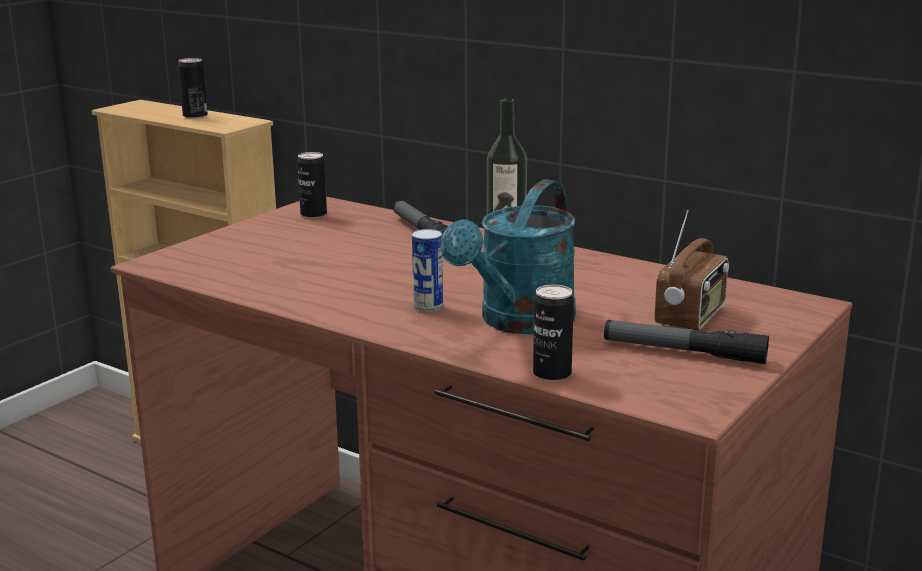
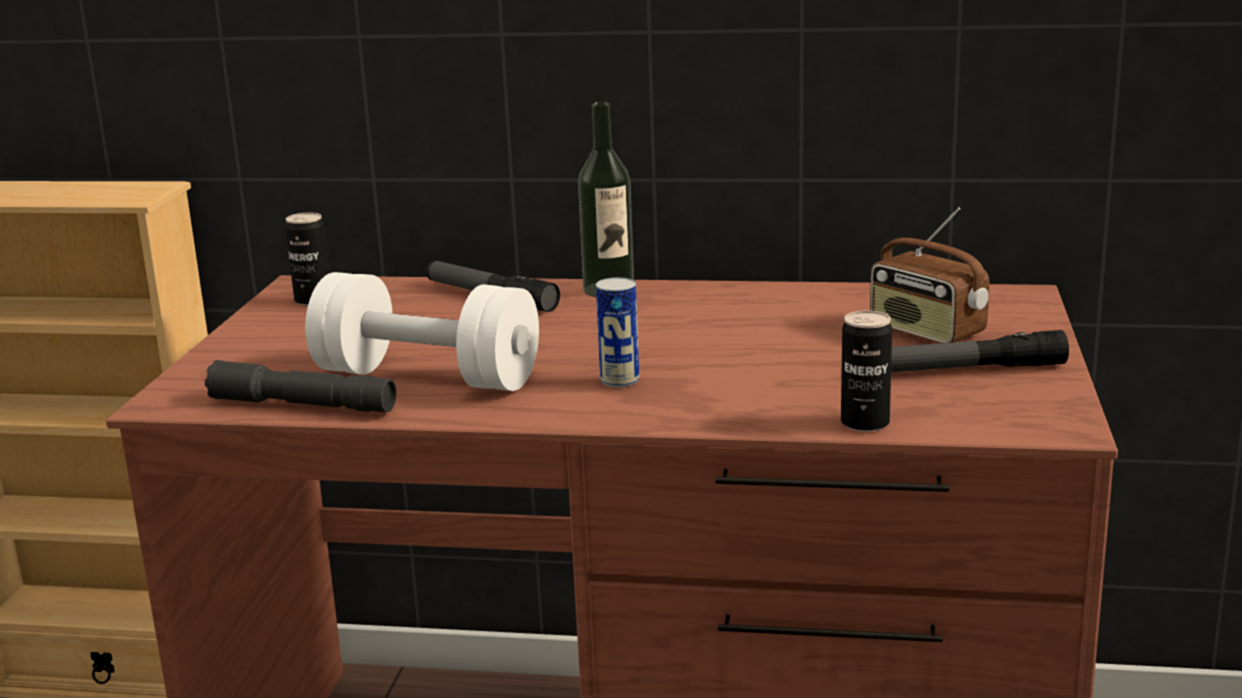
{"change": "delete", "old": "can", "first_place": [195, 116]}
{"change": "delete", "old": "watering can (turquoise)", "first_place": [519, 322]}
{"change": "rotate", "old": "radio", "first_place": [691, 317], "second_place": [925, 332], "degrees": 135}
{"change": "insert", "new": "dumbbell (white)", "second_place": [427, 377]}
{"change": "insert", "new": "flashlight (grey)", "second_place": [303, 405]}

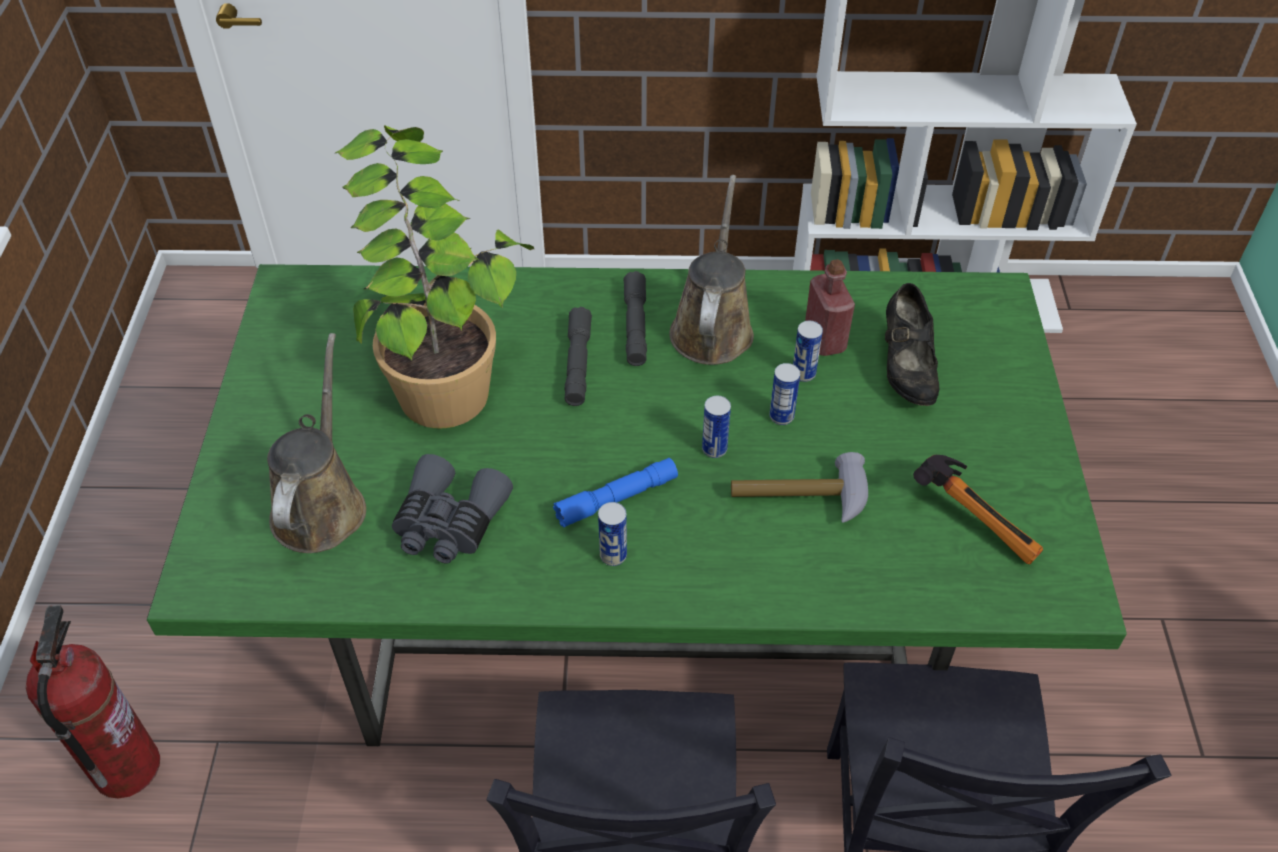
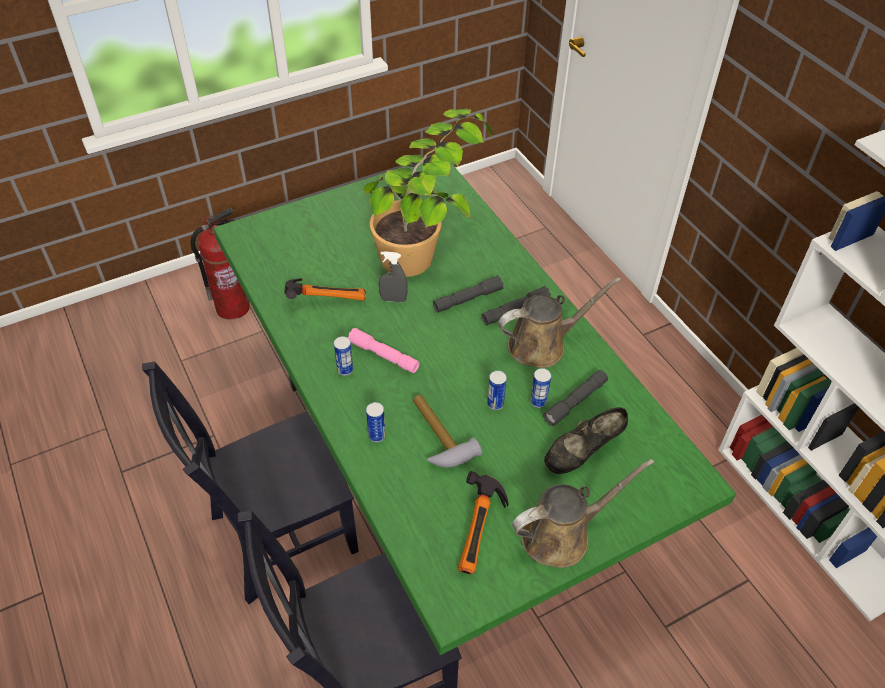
{"change": "replace", "old": "bottle (red)", "new": "flashlight (grey)", "first_place": [824, 340], "second_place": [575, 402]}
{"change": "move", "old": "watering can (brown)", "first_place": [321, 505], "second_place": [562, 534]}
{"change": "move", "old": "can", "first_place": [714, 449], "second_place": [377, 436]}
{"change": "replace", "old": "binoculars (grey)", "new": "hammer", "first_place": [449, 523], "second_place": [326, 298]}
{"change": "recolor", "old": "flashlight (blue)", "new": "flashlight (pink)", "first_place": [616, 499], "second_place": [383, 355]}
{"change": "insert", "new": "spray bottle (grey)", "second_place": [393, 299]}

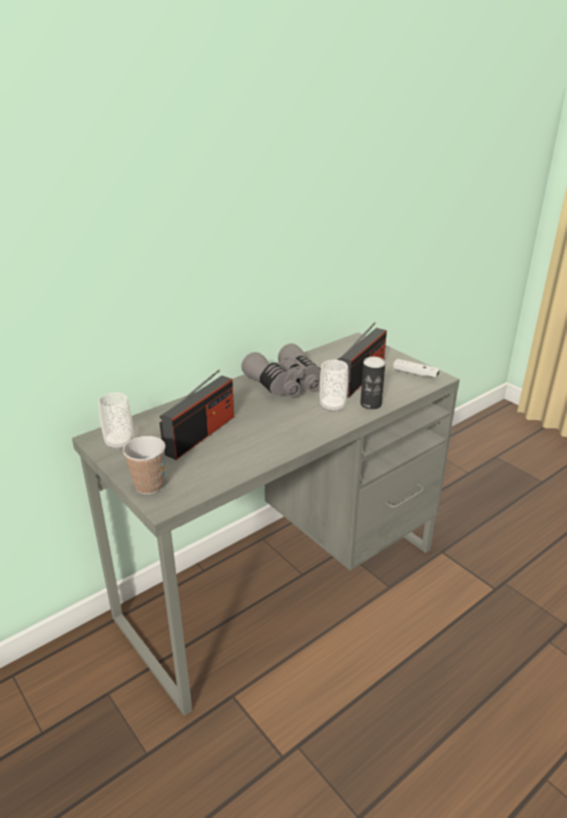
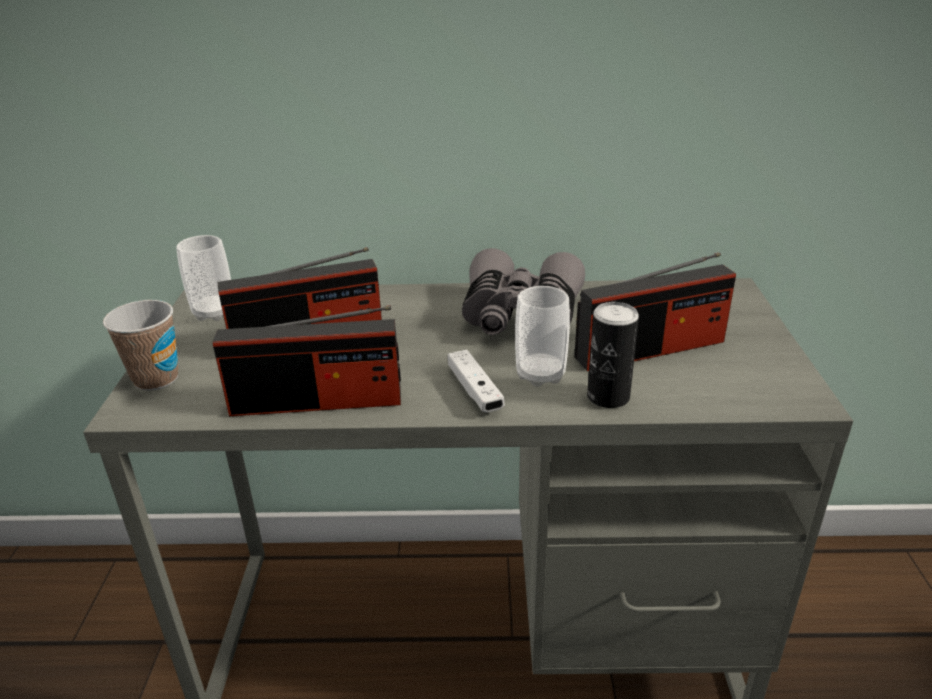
{"change": "move", "old": "game controller (white)", "first_place": [415, 373], "second_place": [474, 391]}
{"change": "insert", "new": "radio", "second_place": [317, 401]}

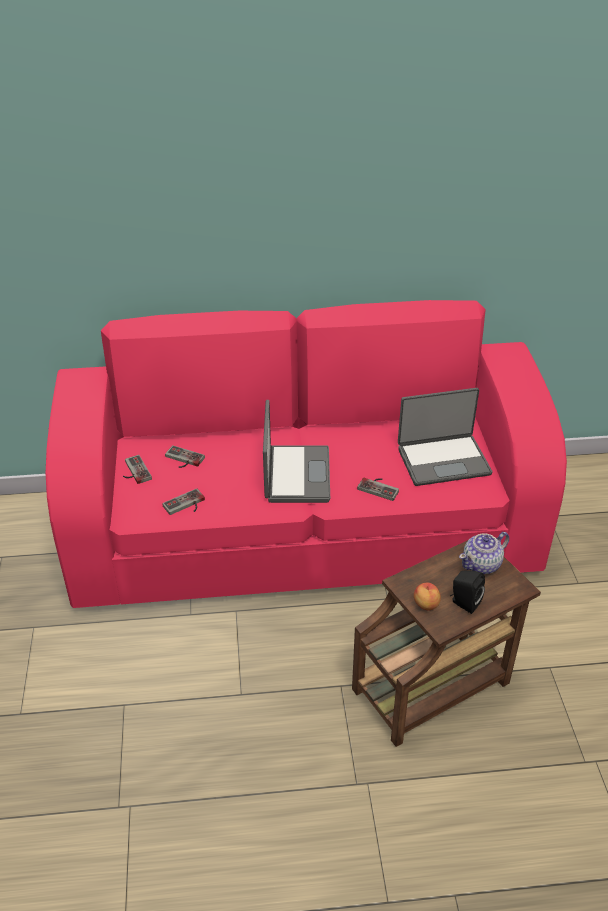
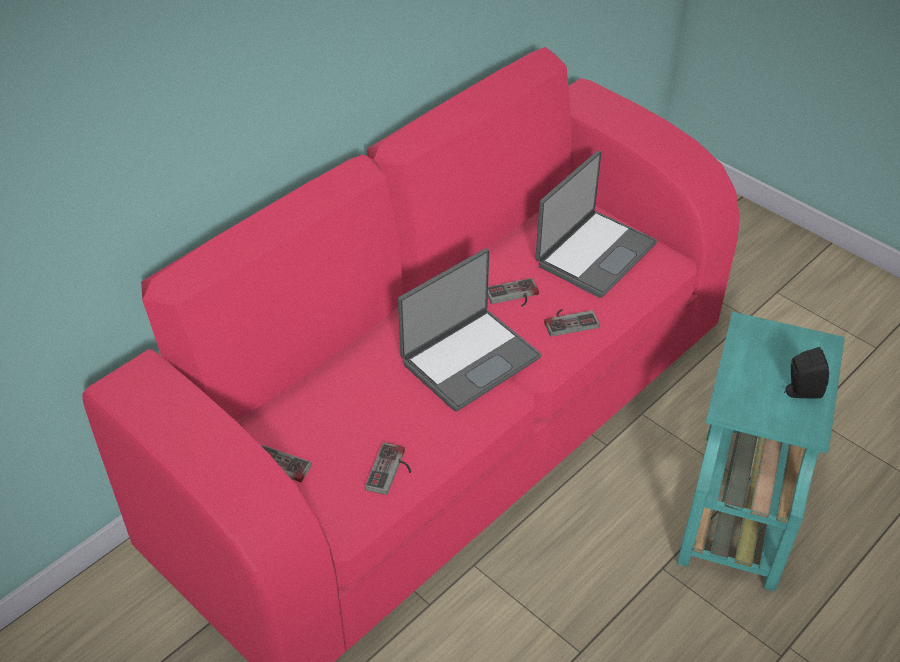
{"change": "rotate", "old": "laptop", "first_place": [295, 475], "second_place": [469, 359], "degrees": 90}
{"change": "move", "old": "game controller", "first_place": [182, 460], "second_place": [513, 296]}
{"change": "delete", "old": "teapot", "first_place": [482, 564]}
{"change": "recolor", "old": "side table (brown)", "new": "side table (turquoise)", "first_place": [434, 685], "second_place": [740, 503]}
{"change": "delete", "old": "apple", "first_place": [425, 605]}

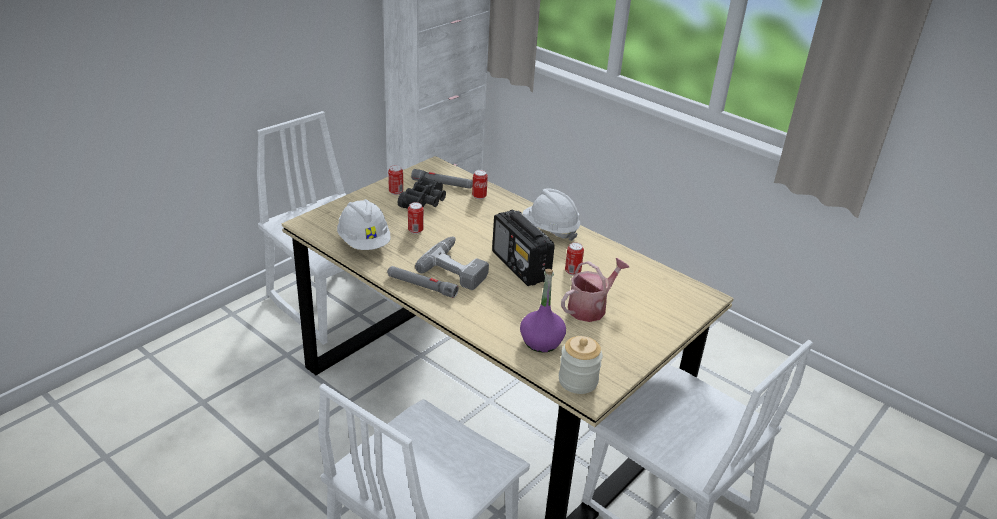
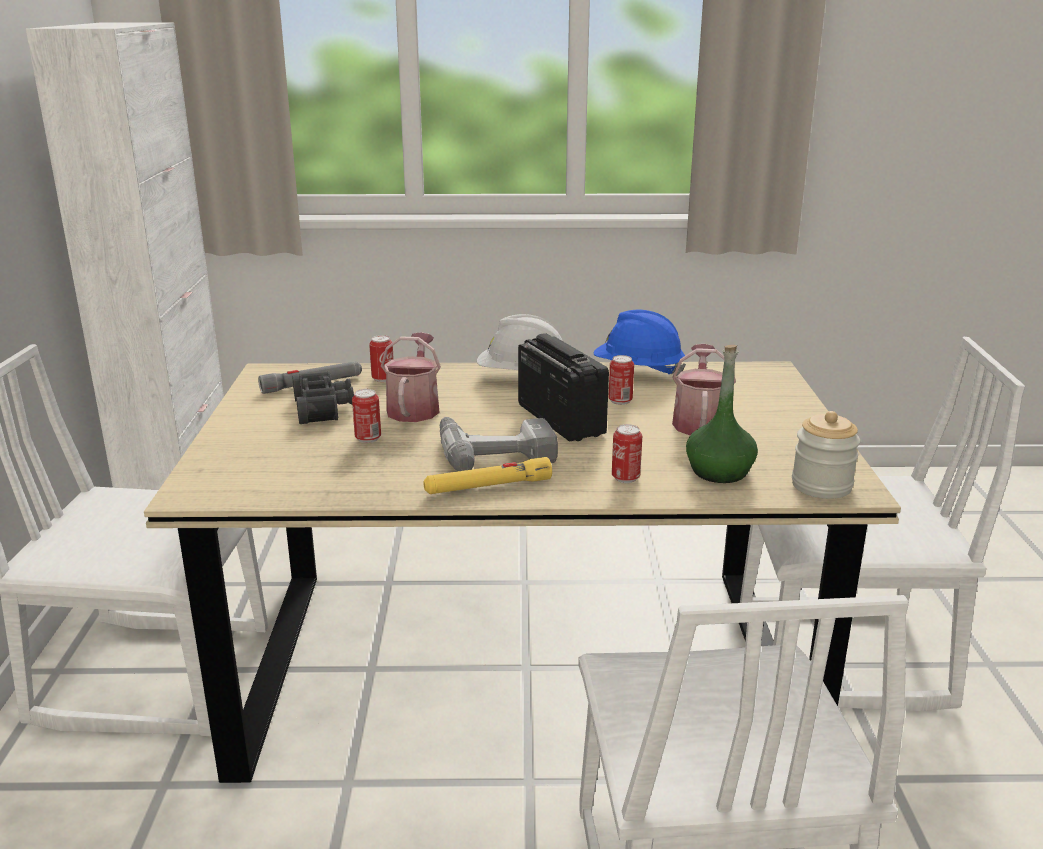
{"change": "move", "old": "can", "first_place": [396, 192], "second_place": [625, 478]}
{"change": "delete", "old": "hard hat (white)", "first_place": [364, 242]}
{"change": "rotate", "old": "radio", "first_place": [521, 266], "second_place": [560, 419], "degrees": -135}
{"change": "recolor", "old": "flashlight (grey)", "new": "flashlight (yellow)", "first_place": [421, 286], "second_place": [488, 486]}
{"change": "recolor", "old": "bottle (purple)", "new": "bottle (green)", "first_place": [541, 341], "second_place": [719, 472]}
{"change": "insert", "new": "hard hat (blue)", "second_place": [638, 371]}
{"change": "insert", "new": "watering can", "second_place": [414, 407]}

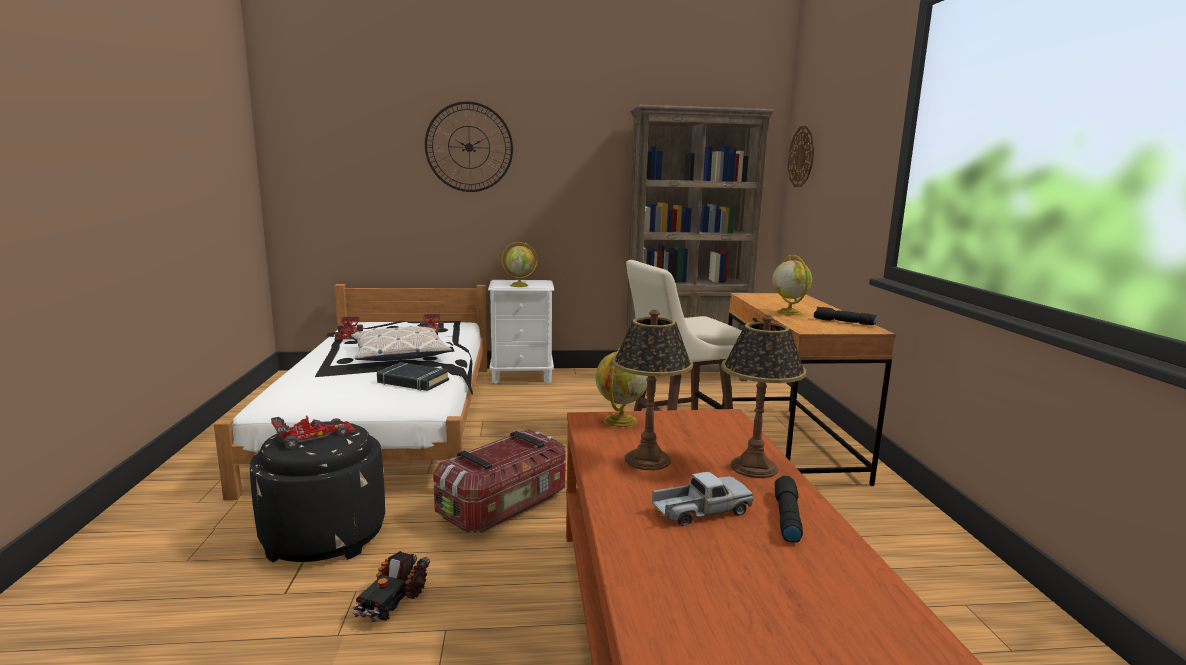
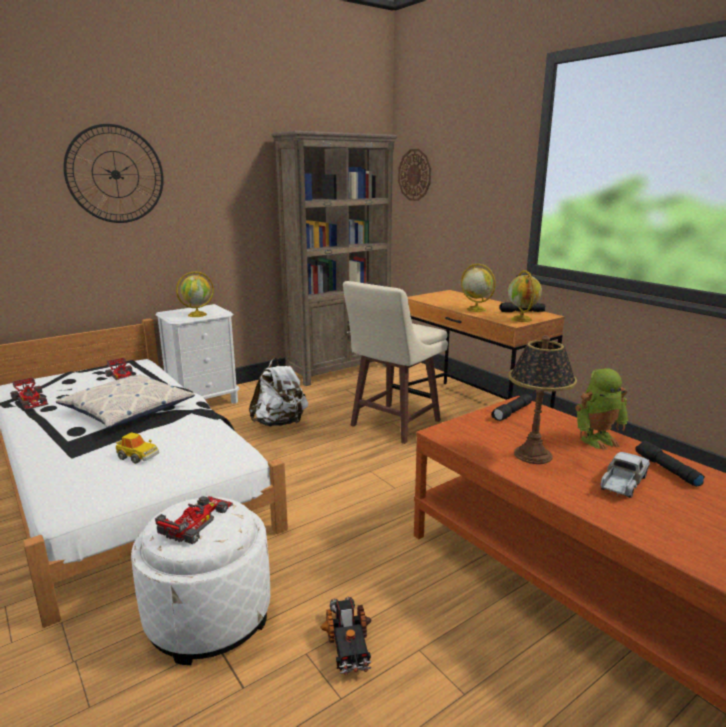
{"change": "replace", "old": "table lamp", "new": "toy robot", "first_place": [754, 467], "second_place": [597, 439]}
{"change": "move", "old": "globe", "first_place": [620, 421], "second_place": [522, 319]}
{"change": "delete", "old": "book (black)", "first_place": [413, 381]}
{"change": "recolor", "old": "ottoman (black)", "new": "ottoman (white)", "first_place": [324, 535], "second_place": [209, 617]}
{"change": "delete", "old": "storage box", "first_place": [505, 506]}
{"change": "insert", "new": "backpack (white)", "second_place": [280, 423]}
{"change": "insert", "new": "flashlight (black)", "second_place": [512, 413]}
{"change": "insert", "new": "toy car", "second_place": [137, 456]}

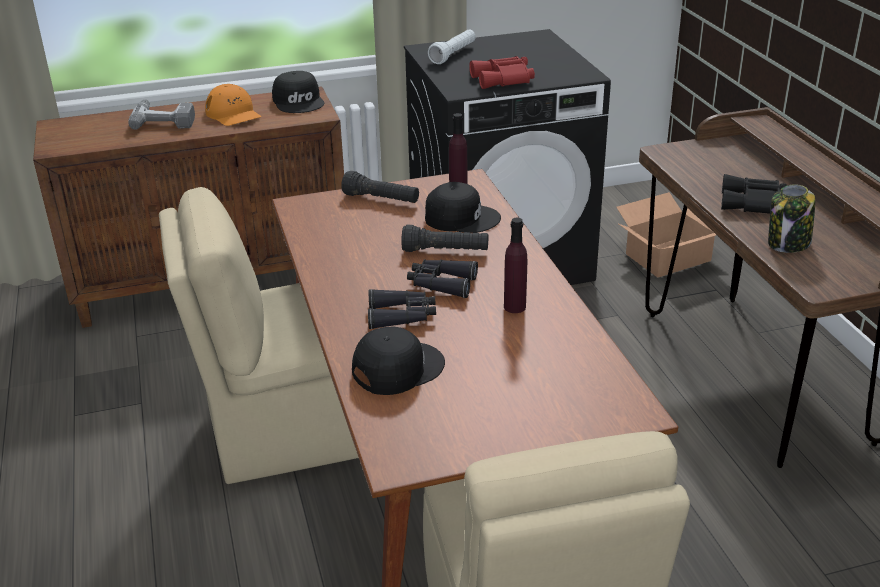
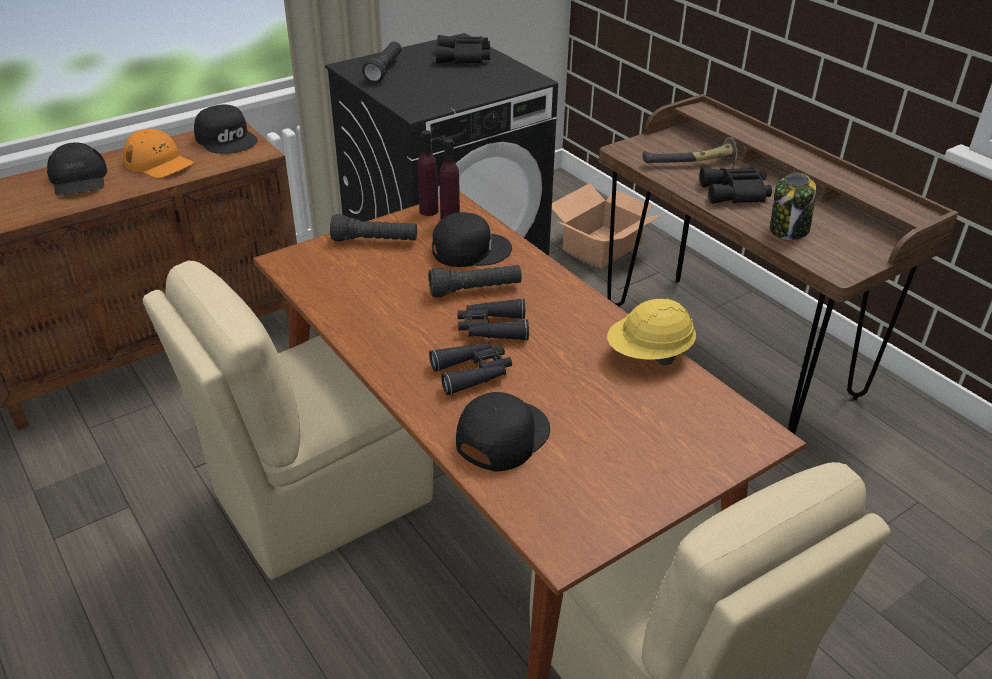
{"change": "recolor", "old": "flashlight (white)", "new": "flashlight (black)", "first_place": [453, 55], "second_place": [384, 70]}
{"change": "delete", "old": "binoculars (red)", "first_place": [503, 80]}
{"change": "replace", "old": "power drill", "new": "cap (black)", "first_place": [164, 119], "second_place": [79, 179]}
{"change": "move", "old": "bottle (purple)", "first_place": [514, 307], "second_place": [429, 211]}
{"change": "insert", "new": "binoculars (black)", "second_place": [464, 58]}
{"change": "insert", "new": "hammer", "second_place": [694, 164]}
{"change": "insert", "new": "hard hat (yellow)", "second_place": [649, 355]}

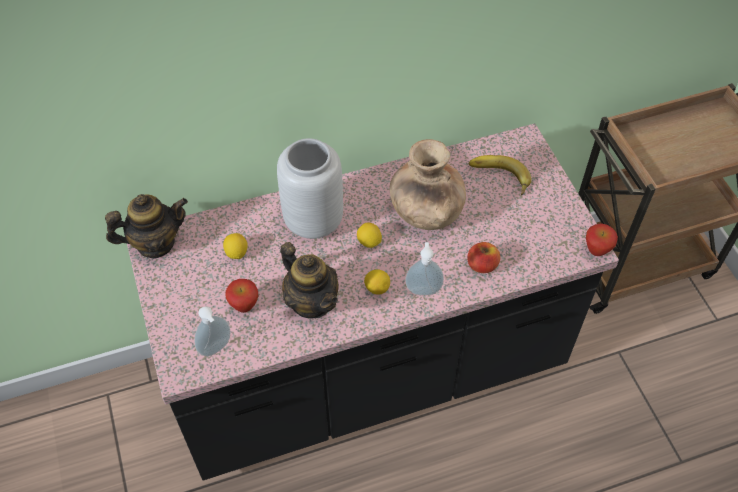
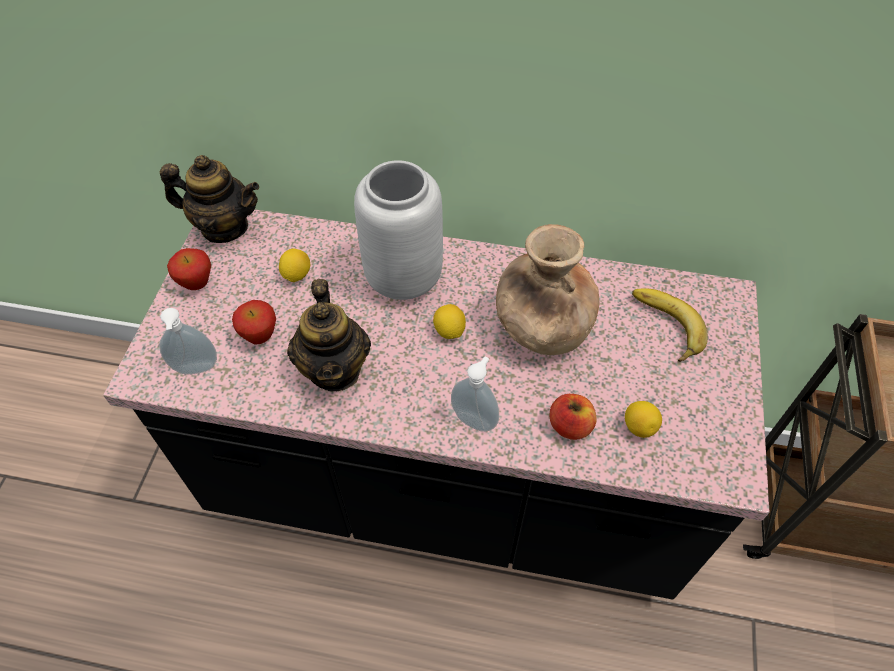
{"change": "move", "old": "apple", "first_place": [596, 251], "second_place": [197, 285]}
{"change": "move", "old": "lemon", "first_place": [377, 288], "second_place": [639, 427]}

